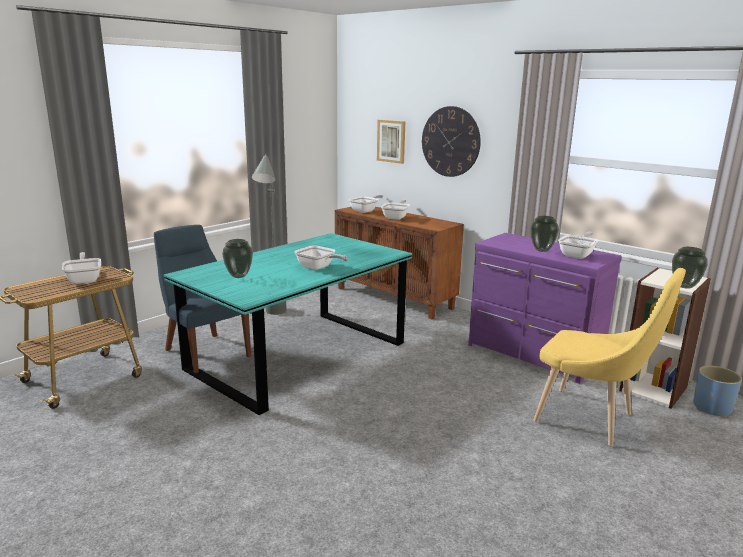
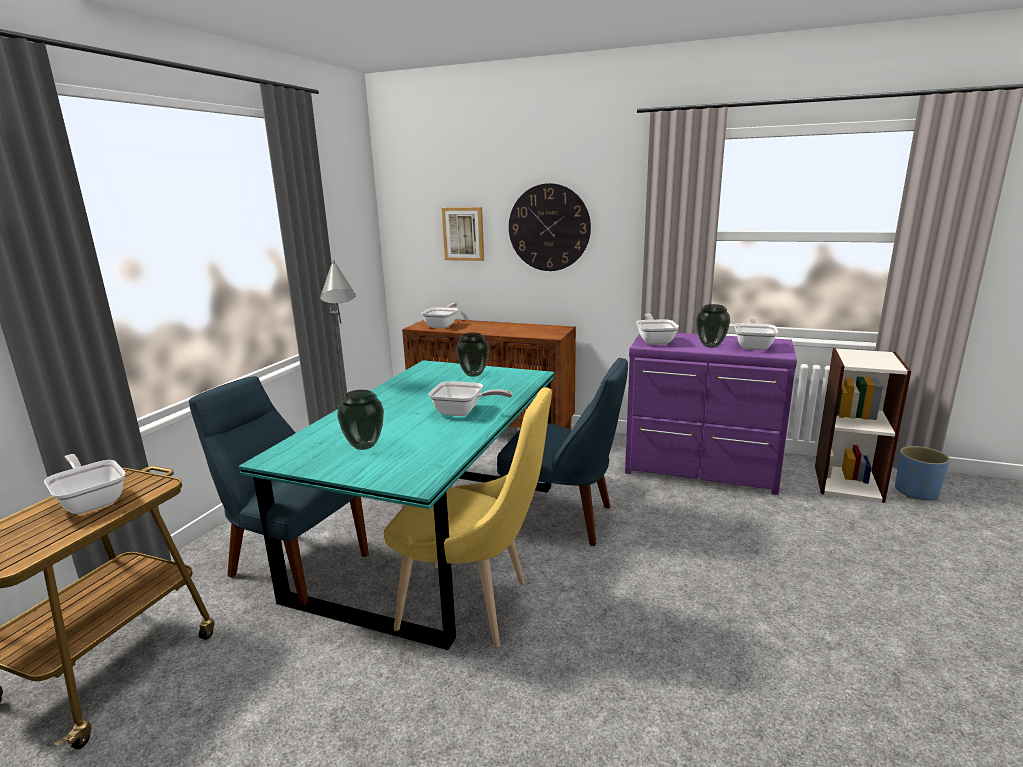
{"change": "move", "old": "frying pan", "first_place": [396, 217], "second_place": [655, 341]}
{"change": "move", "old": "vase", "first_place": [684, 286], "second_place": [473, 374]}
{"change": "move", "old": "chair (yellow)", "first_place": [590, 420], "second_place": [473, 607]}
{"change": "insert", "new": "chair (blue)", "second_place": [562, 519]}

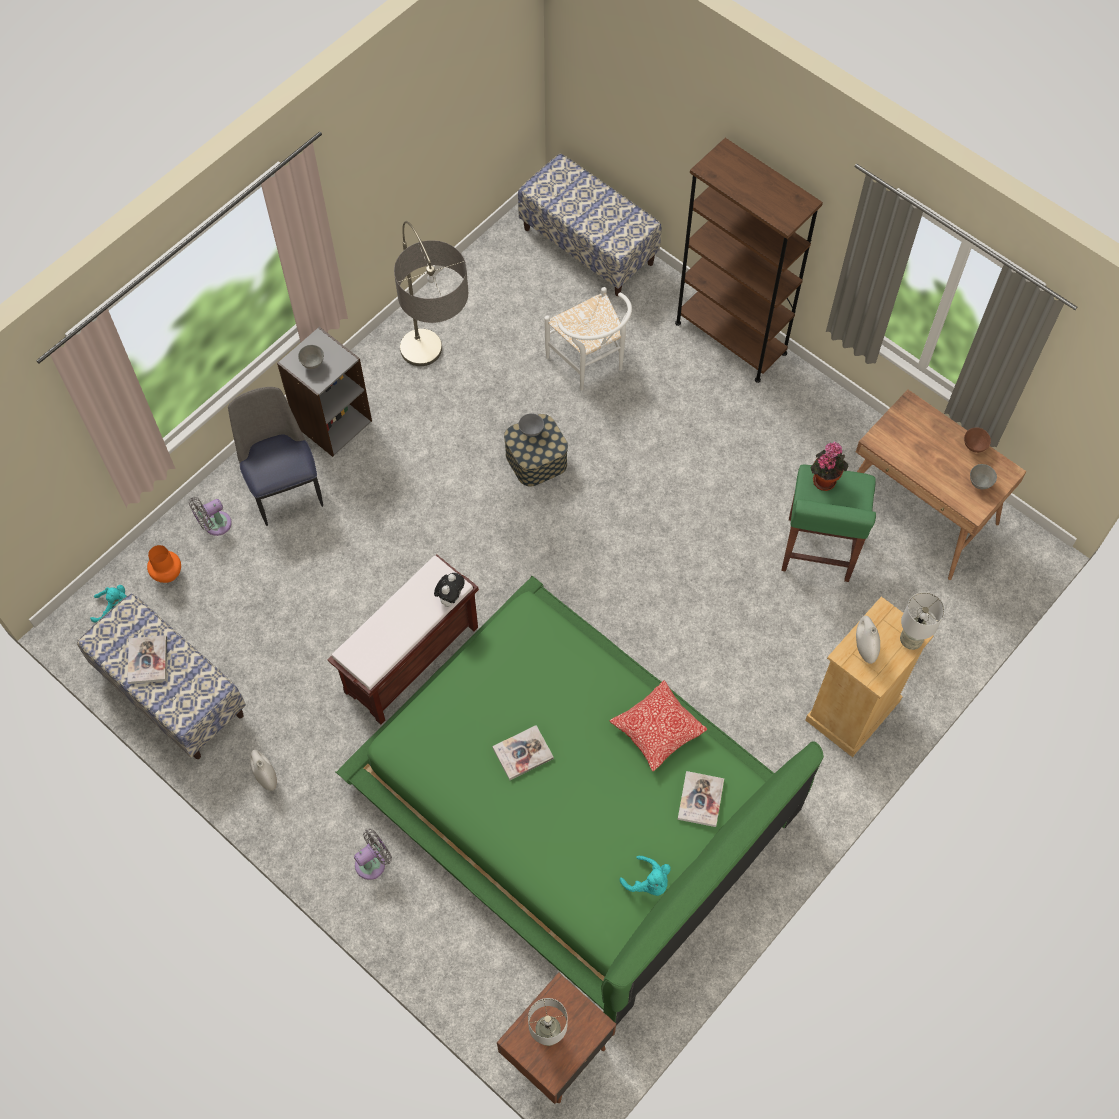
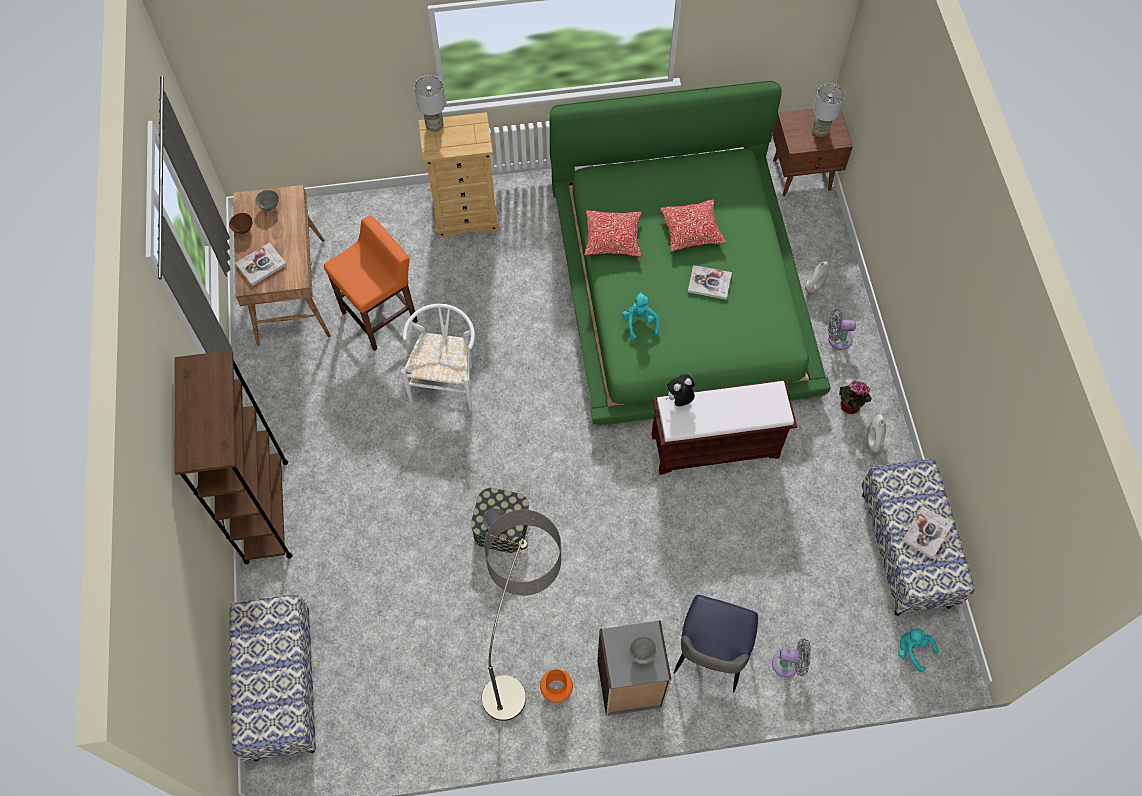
{"change": "move", "old": "chair (white)", "first_place": [590, 365], "second_place": [446, 380]}
{"change": "move", "old": "potted plant", "first_place": [824, 479], "second_place": [848, 407]}
{"change": "recolor", "old": "stool (green)", "new": "stool (orange)", "first_place": [818, 550], "second_place": [381, 316]}
{"change": "move", "old": "vase (orange)", "first_place": [168, 573], "second_place": [556, 689]}
{"change": "move", "old": "vase (white)", "first_place": [864, 647], "second_place": [814, 286]}
{"change": "move", "old": "book", "first_place": [700, 799], "second_place": [261, 265]}
{"change": "move", "old": "plush toy (turquoise)", "first_place": [648, 882], "second_place": [639, 323]}
{"change": "insert", "new": "pillow", "second_place": [691, 231]}

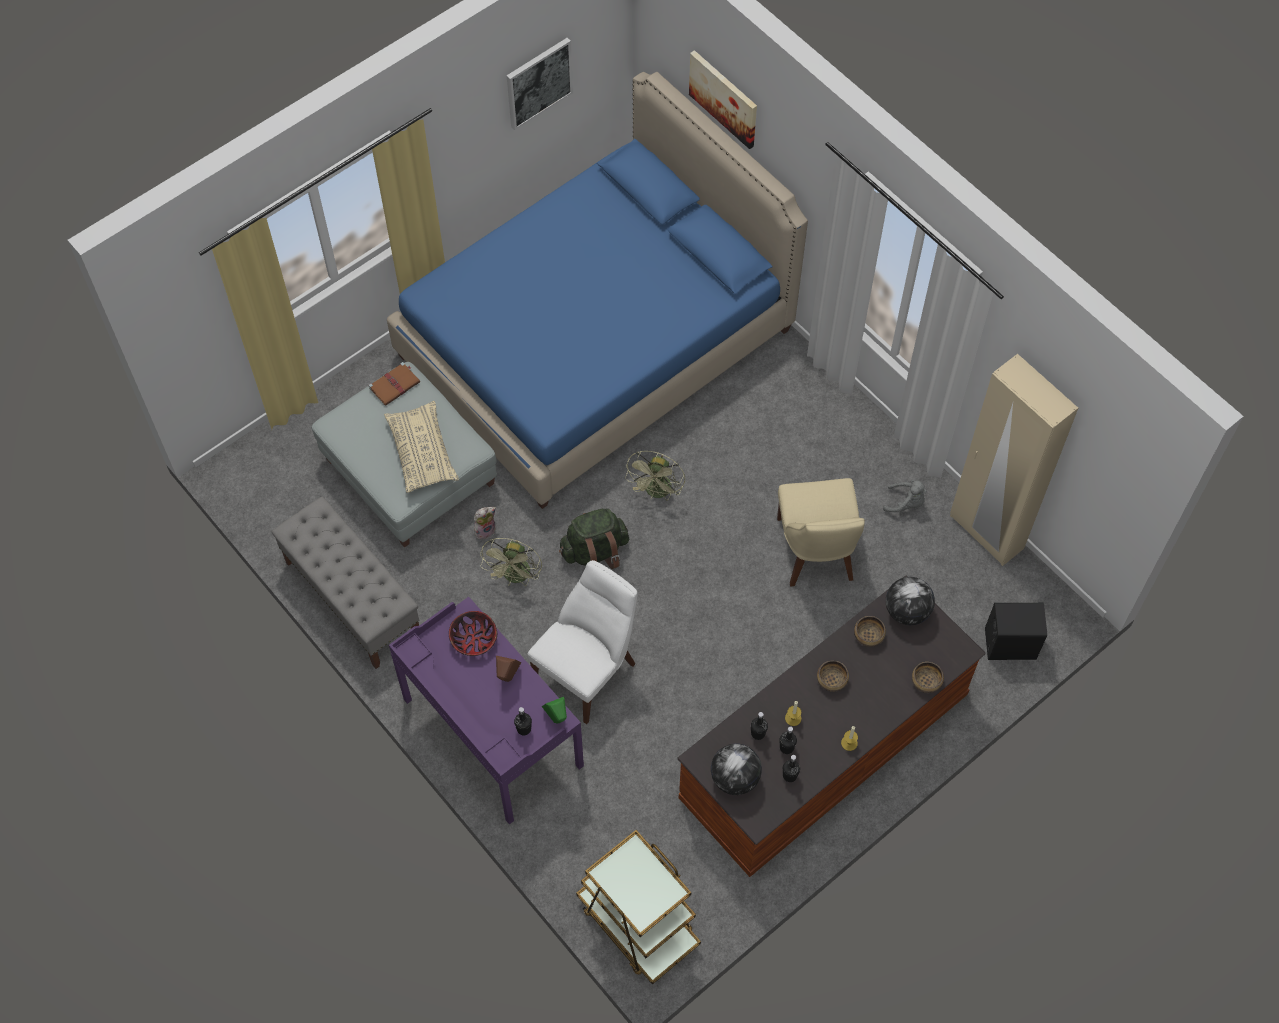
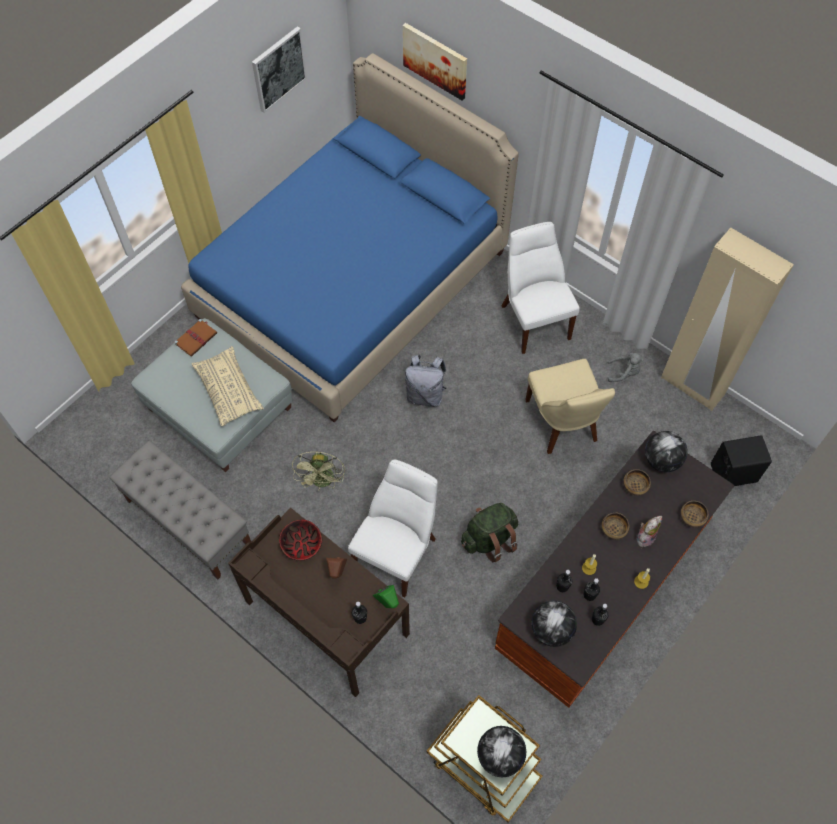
{"change": "replace", "old": "fan (green)", "new": "backpack (grey)", "first_place": [657, 492], "second_place": [425, 394]}
{"change": "move", "old": "plush toy", "first_place": [485, 530], "second_place": [645, 536]}
{"change": "move", "old": "backpack (green)", "first_place": [595, 552], "second_place": [489, 539]}
{"change": "recolor", "old": "desk (purple)", "new": "desk (brown)", "first_place": [491, 733], "second_place": [326, 619]}
{"change": "insert", "new": "chair (white)", "second_place": [533, 319]}
{"change": "insert", "new": "globe", "second_place": [500, 756]}

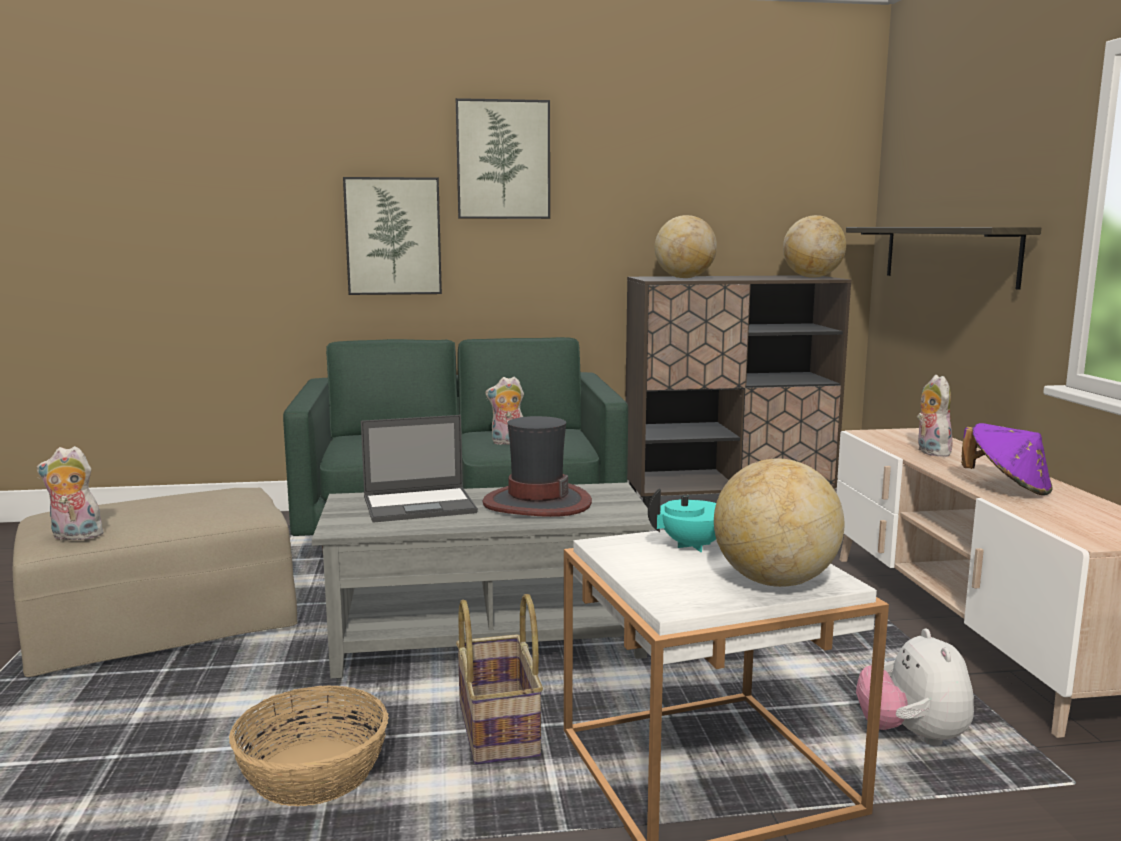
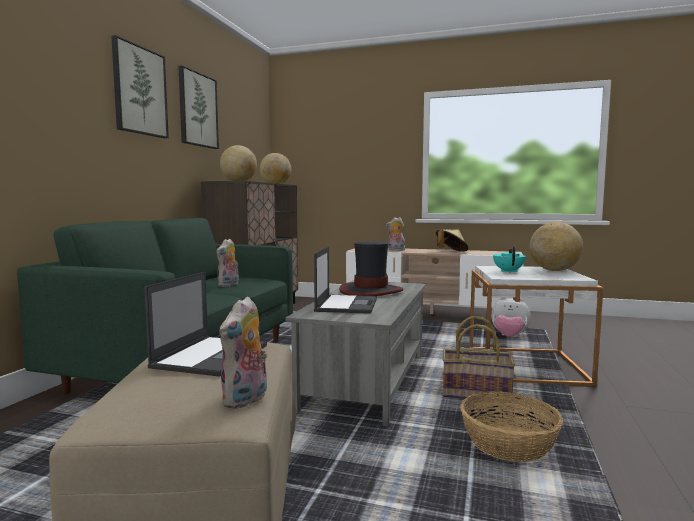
{"change": "move", "old": "picture", "first_place": [393, 236], "second_place": [197, 110]}
{"change": "delete", "old": "shelf", "first_place": [948, 254]}
{"change": "recolor", "old": "hat (purple)", "new": "hat (beige)", "first_place": [1007, 487], "second_place": [451, 252]}
{"change": "insert", "new": "laptop", "second_place": [211, 355]}

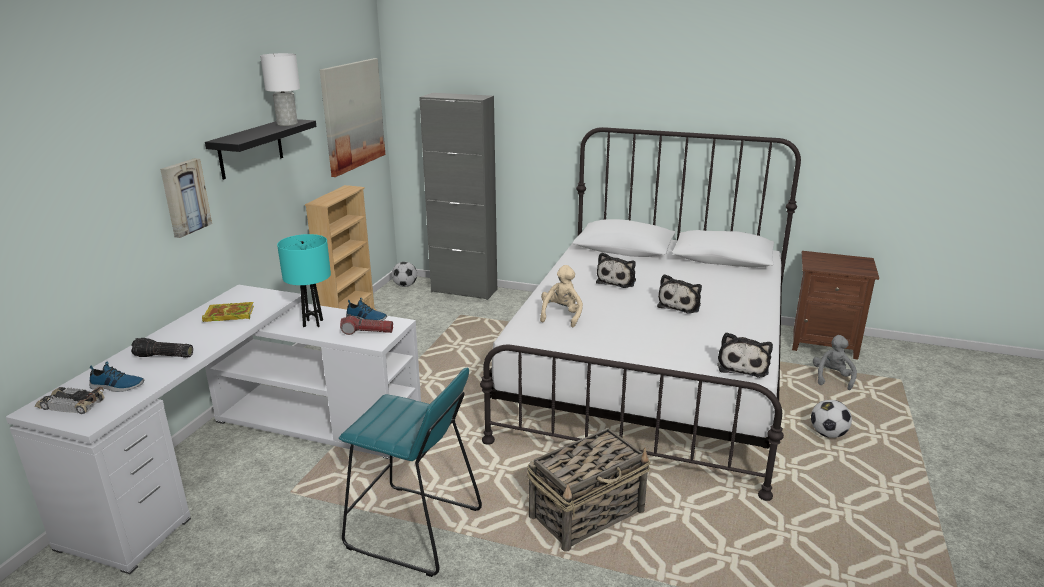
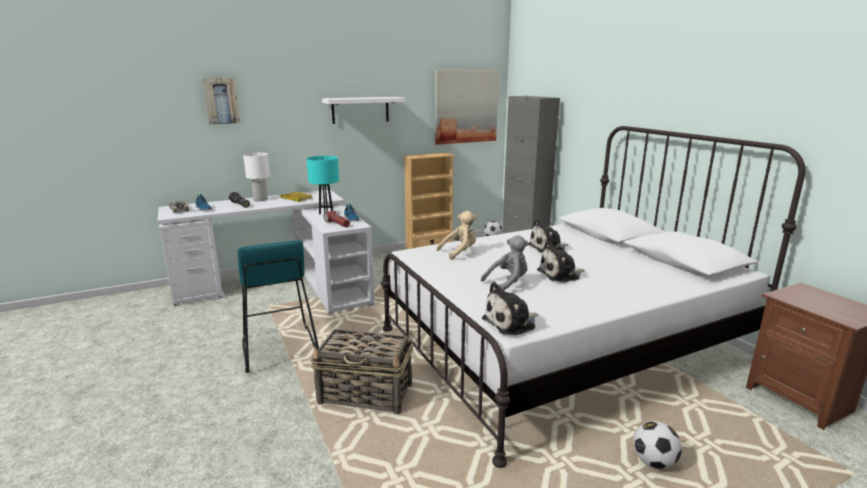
{"change": "move", "old": "table lamp (white)", "first_place": [287, 124], "second_place": [260, 199]}
{"change": "recolor", "old": "shelf (black)", "new": "shelf (white)", "first_place": [251, 148], "second_place": [360, 110]}
{"change": "move", "old": "picture", "first_place": [184, 197], "second_place": [221, 101]}
{"change": "move", "old": "plush toy (grey)", "first_place": [832, 378], "second_place": [508, 283]}

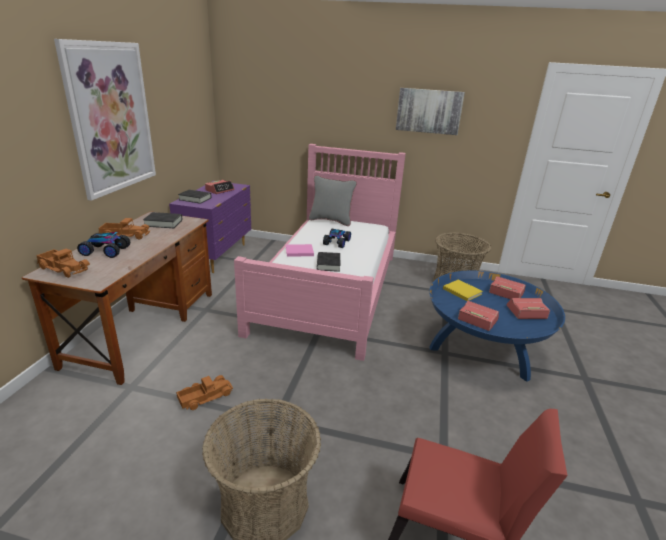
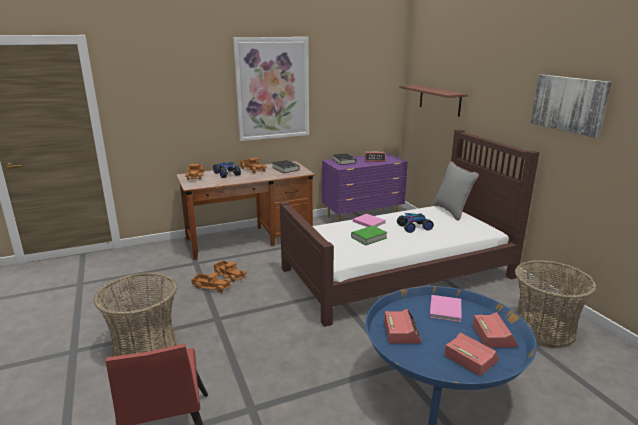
{"change": "recolor", "old": "bed (pink)", "new": "bed (brown)", "first_place": [329, 290], "second_place": [398, 273]}
{"change": "recolor", "old": "book (black)", "new": "book (green)", "first_place": [328, 264], "second_place": [369, 238]}
{"change": "recolor", "old": "book (yellow)", "new": "book (pink)", "first_place": [461, 291], "second_place": [445, 309]}
{"change": "insert", "new": "shelf", "second_place": [439, 100]}
{"change": "insert", "new": "toy truck", "second_place": [230, 274]}

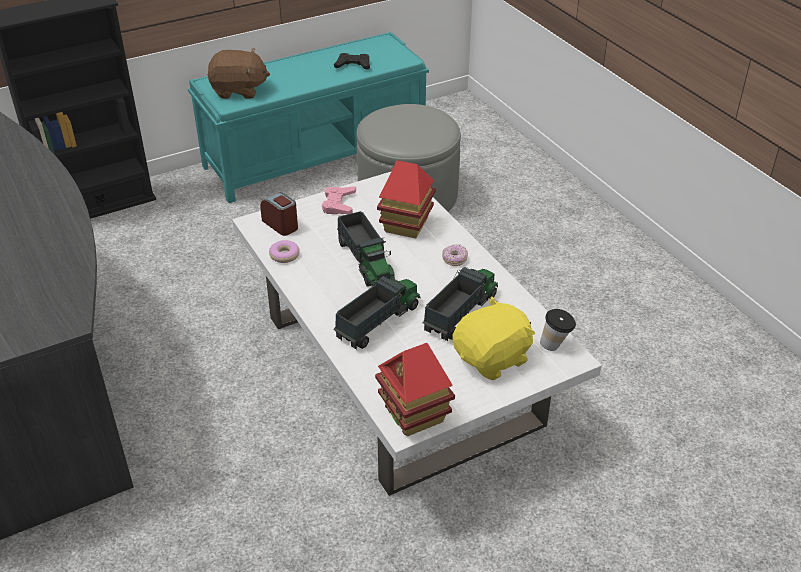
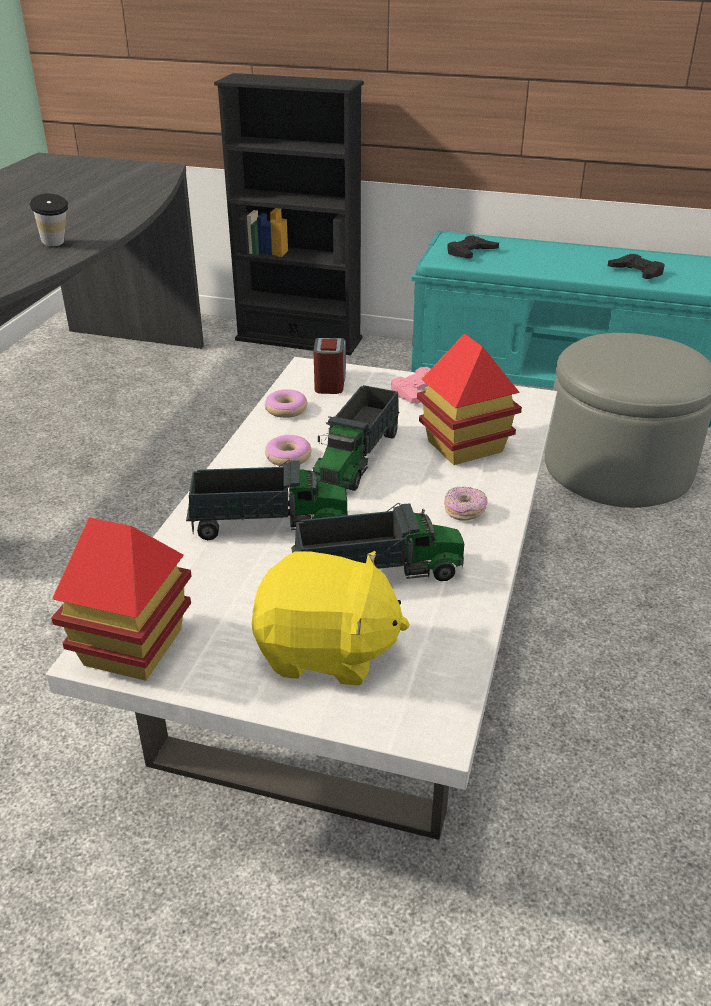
{"change": "replace", "old": "plush toy (brown)", "new": "game controller (black)", "first_place": [239, 91], "second_place": [470, 252]}
{"change": "move", "old": "cup", "first_place": [555, 346], "second_place": [56, 245]}
{"change": "insert", "new": "donut", "second_place": [288, 457]}

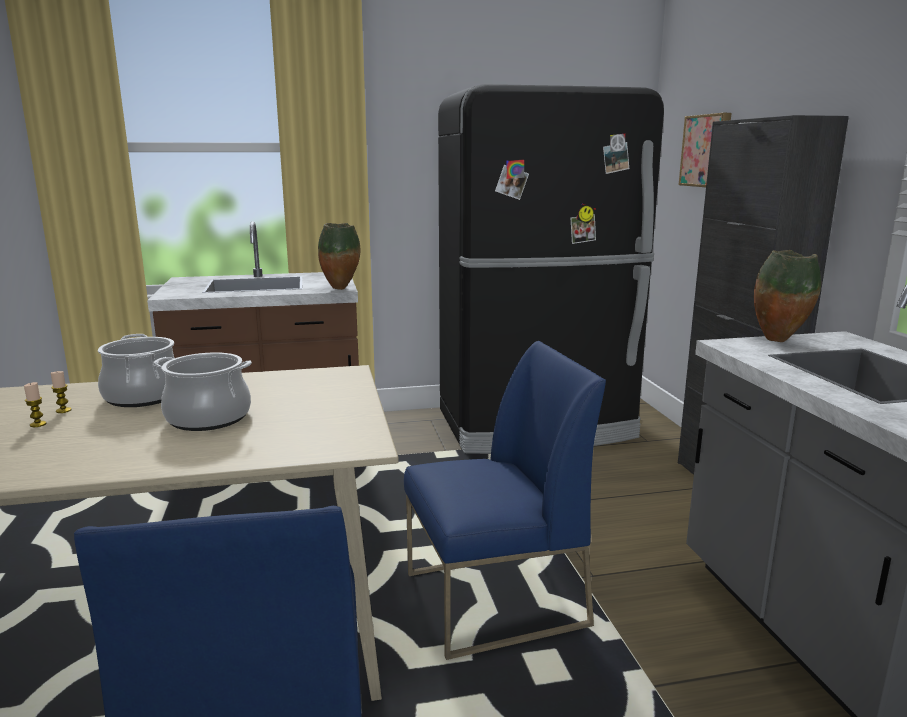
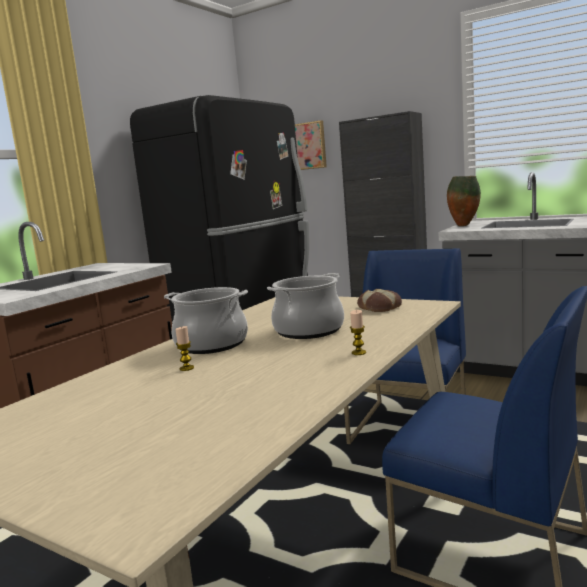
{"change": "delete", "old": "vase", "first_place": [341, 289]}
{"change": "move", "old": "candle", "first_place": [38, 424], "second_place": [358, 352]}
{"change": "insert", "new": "bread", "second_place": [380, 307]}

